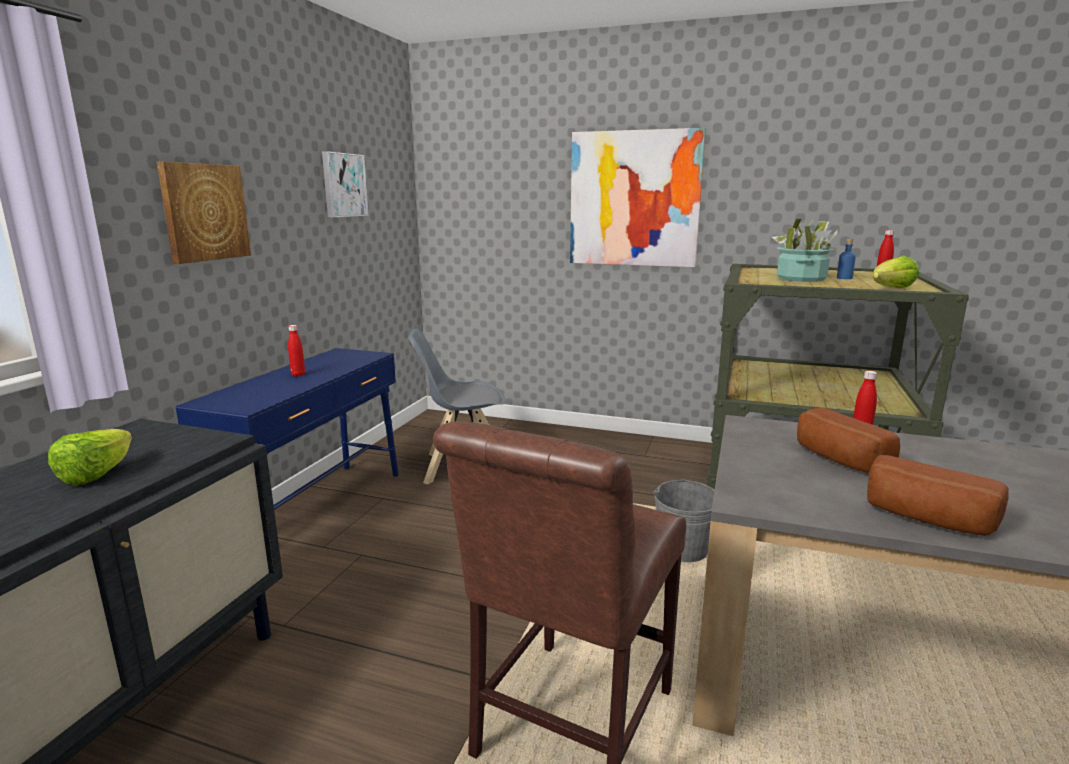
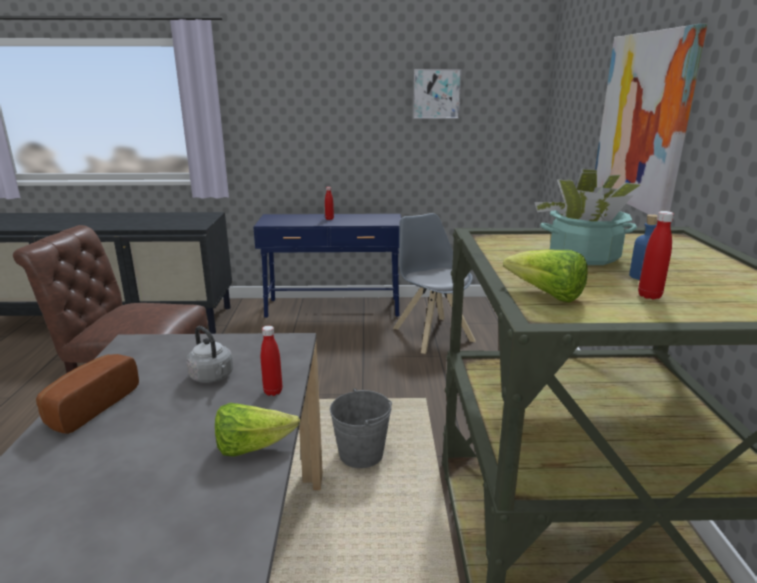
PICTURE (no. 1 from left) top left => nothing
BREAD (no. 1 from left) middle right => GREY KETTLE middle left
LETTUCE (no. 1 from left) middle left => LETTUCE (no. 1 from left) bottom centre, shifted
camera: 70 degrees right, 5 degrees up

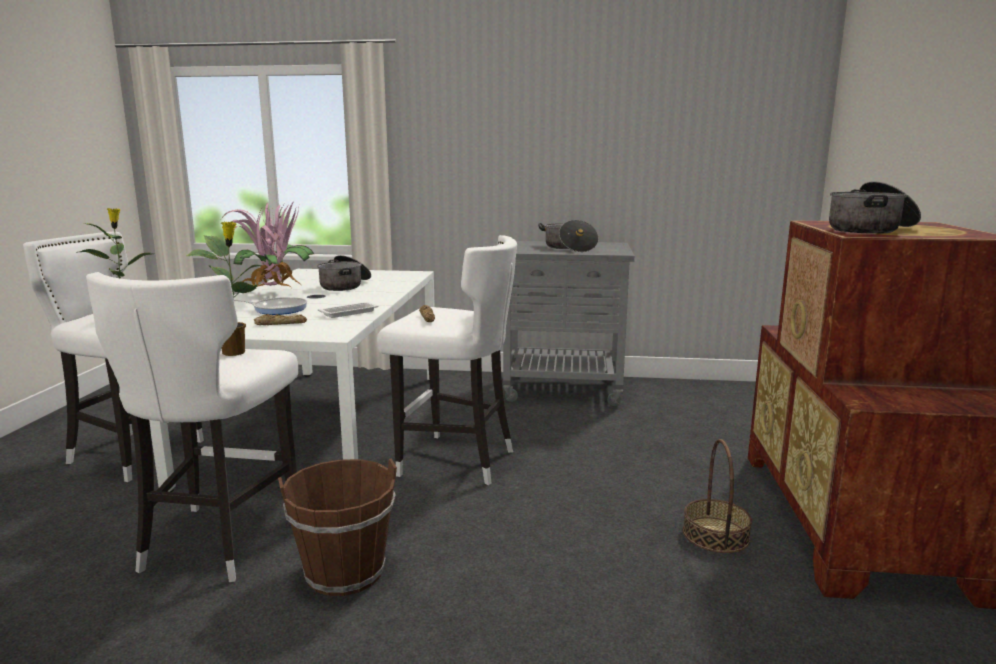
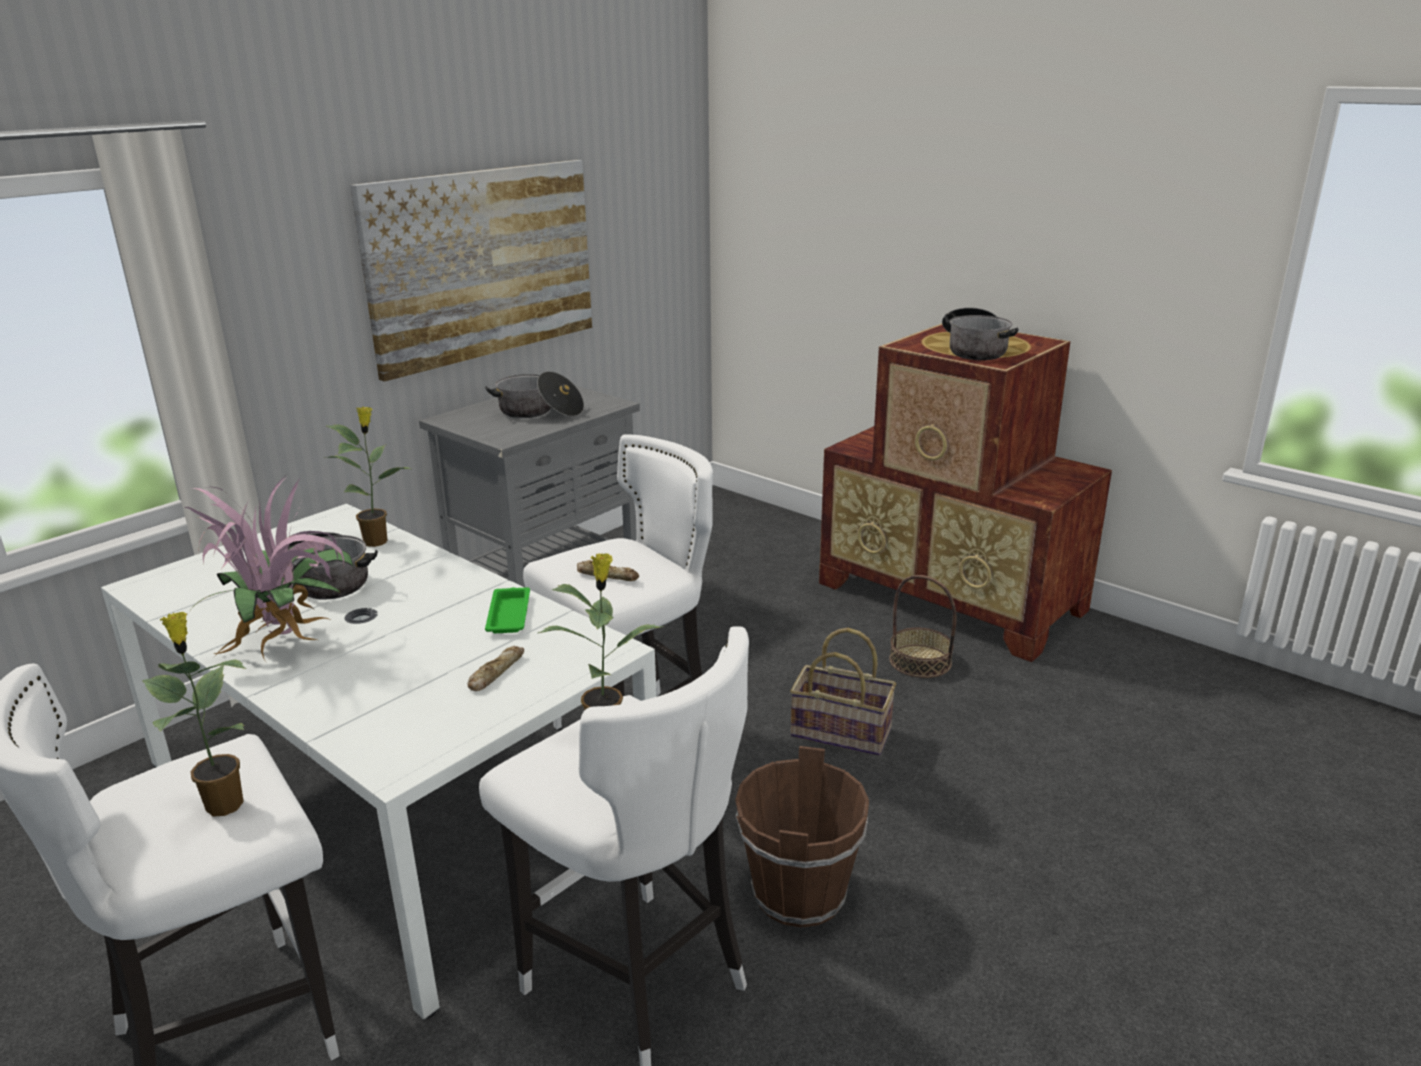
FRYING PAN middle left => nothing
WHITE TRAY centre => GREEN TRAY centre
nothing => PICTURE top left
nothing => POTTED PLANT (no. 3 from left) middle left
nothing => BASKET (no. 1 from left) centre
camera: 55 degrees left, 10 degrees up

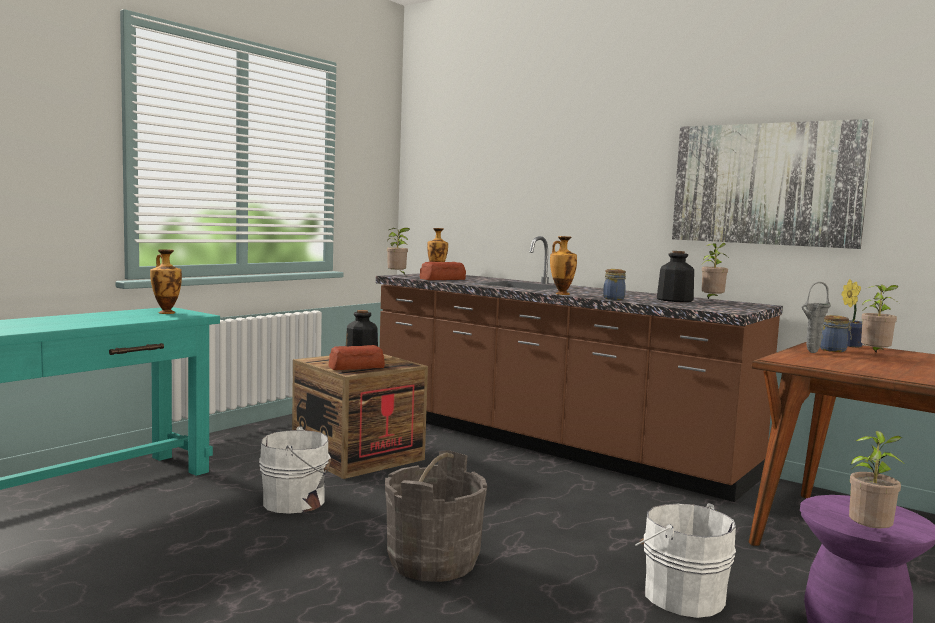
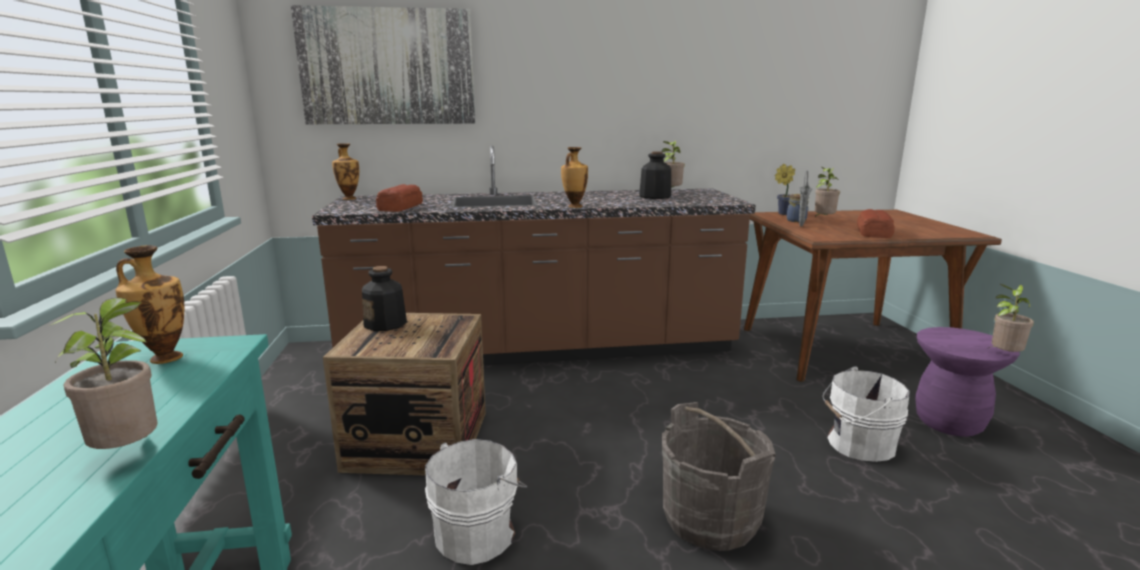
PICTURE top right => PICTURE top centre, shifted
POTTED PLANT (no. 1 from left) centre => POTTED PLANT (no. 1 from left) middle left, shifted
JAR (no. 1 from left) centre => nothing
BREAD (no. 1 from left in the first image) centre => BREAD (no. 2 from left) middle right, shifted
camera: 45 degrees left, 10 degrees up

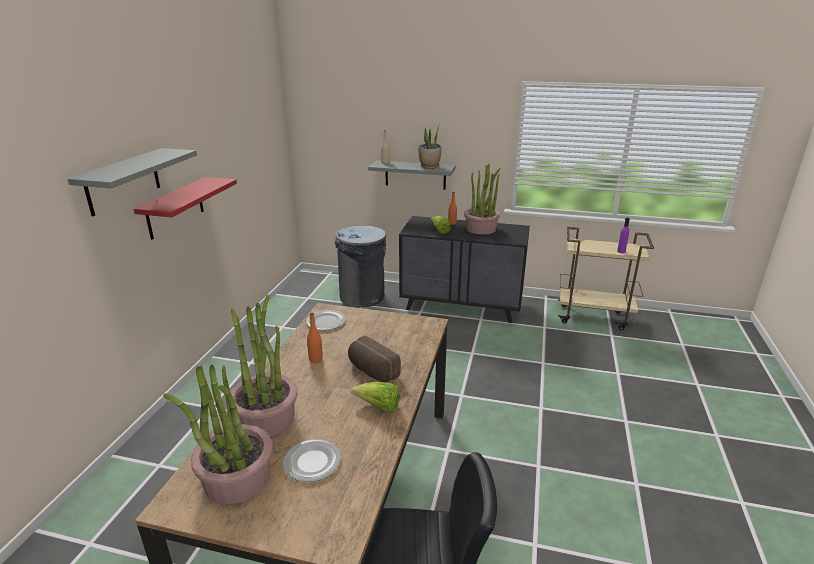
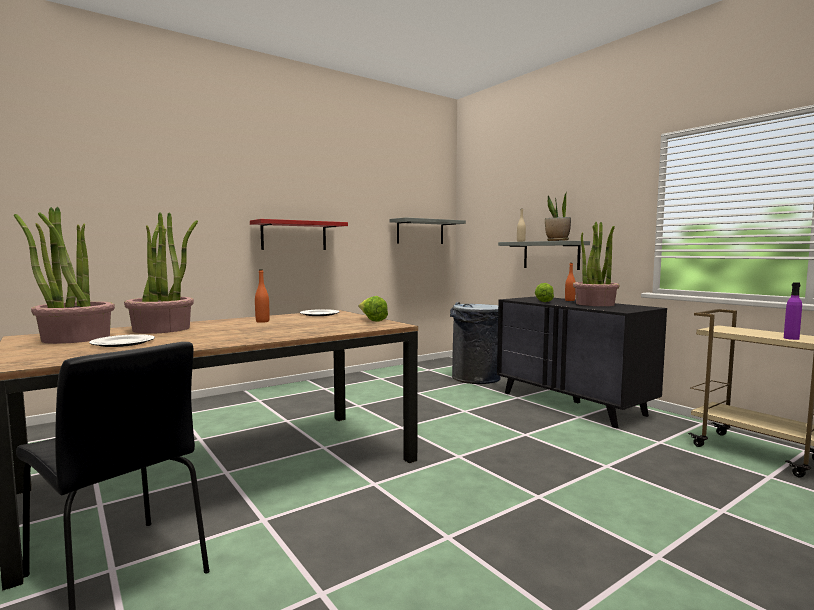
GREY SHELF (no. 1 from left) top left => GREY SHELF (no. 1 from left) centre, shifted
BREAD centre => nothing
LETTUCE (no. 1 from left) bottom centre => LETTUCE (no. 1 from left) centre, shifted
camera: 40 degrees right, 20 degrees down

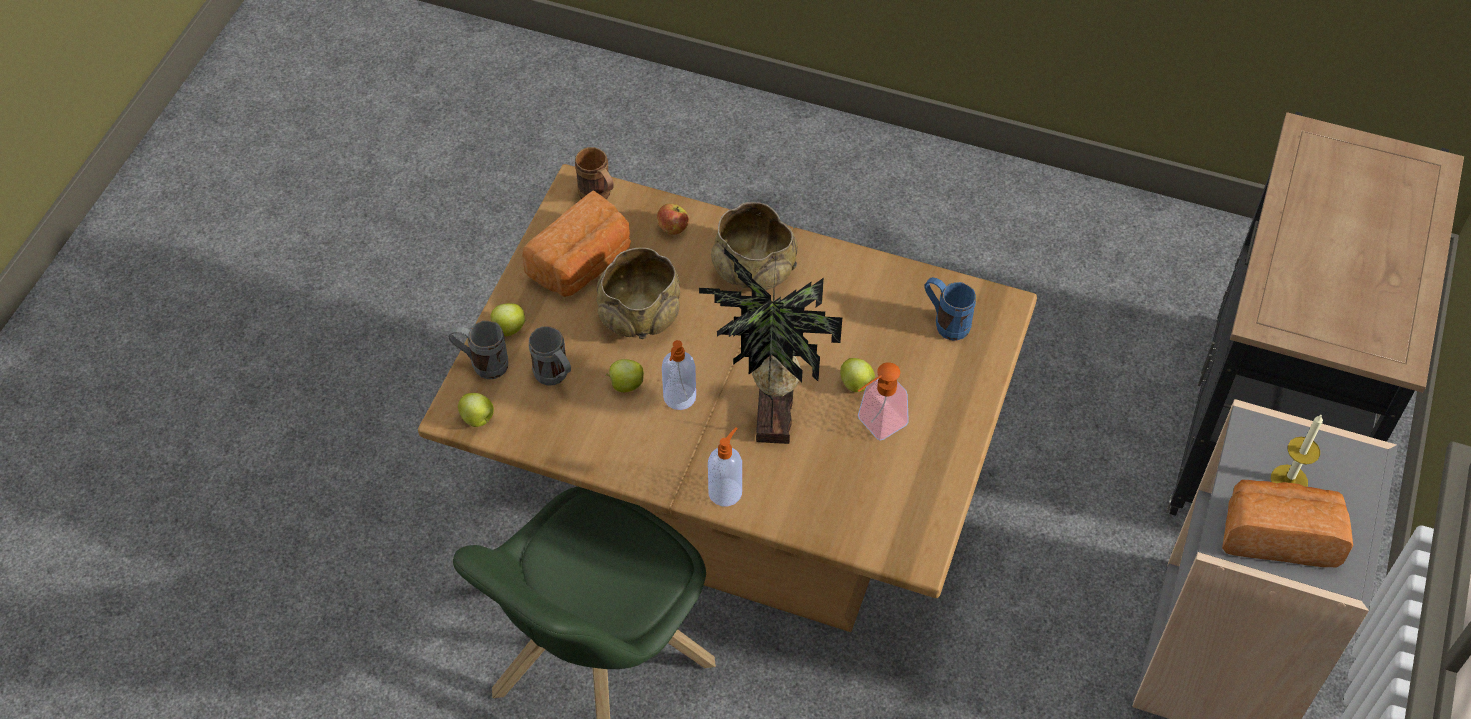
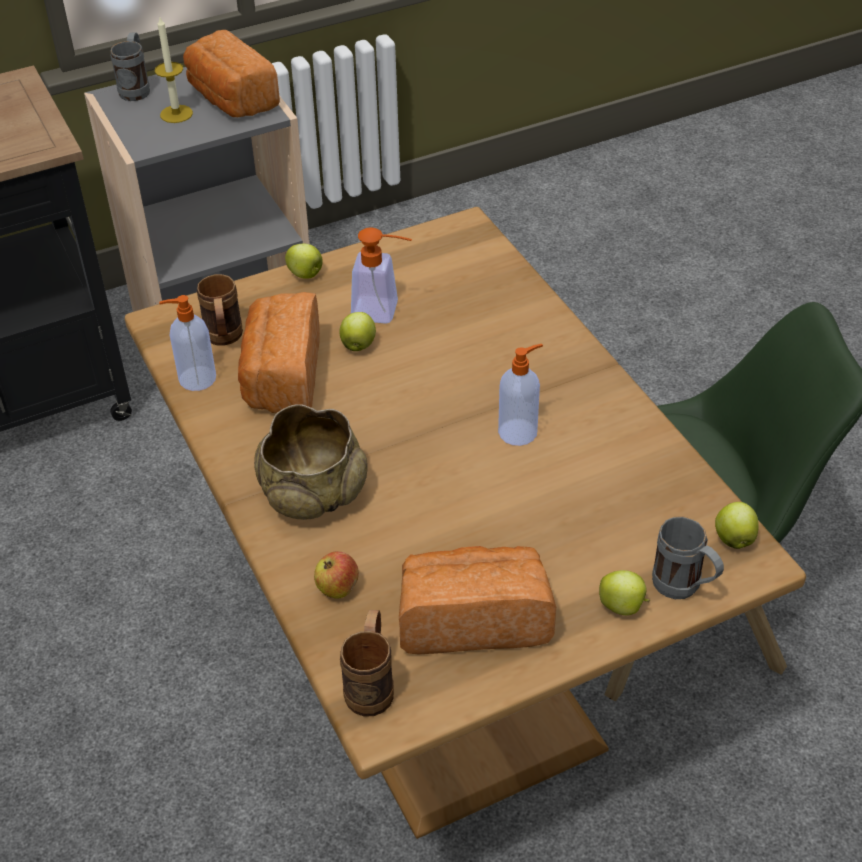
POTTED PLANT centre => nothing
BEIGE BOWL (no. 1 from left) centre => nothing
BLUE MUG centre => BROWN MUG (no. 1 from left) middle left
GREY MUG (no. 2 from left in the first image) centre => GREY MUG (no. 1 from left) top left, shifted
APPLE (no. 3 from left in the first image) centre => APPLE (no. 1 from left) top centre, shifted
SOAP DISPENSER (no. 2 from left in the first image) centre => SOAP DISPENSER (no. 1 from left) middle left, shifted
nothing => BREAD (no. 2 from left) middle left
camera: 135 degrees left, 10 degrees down

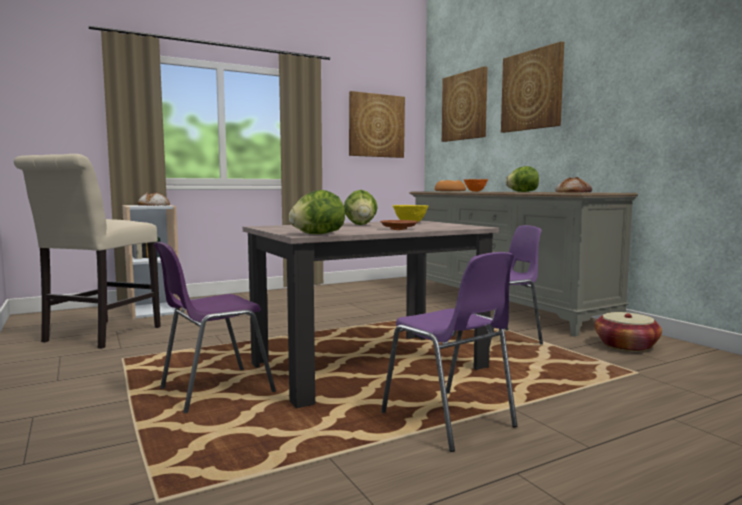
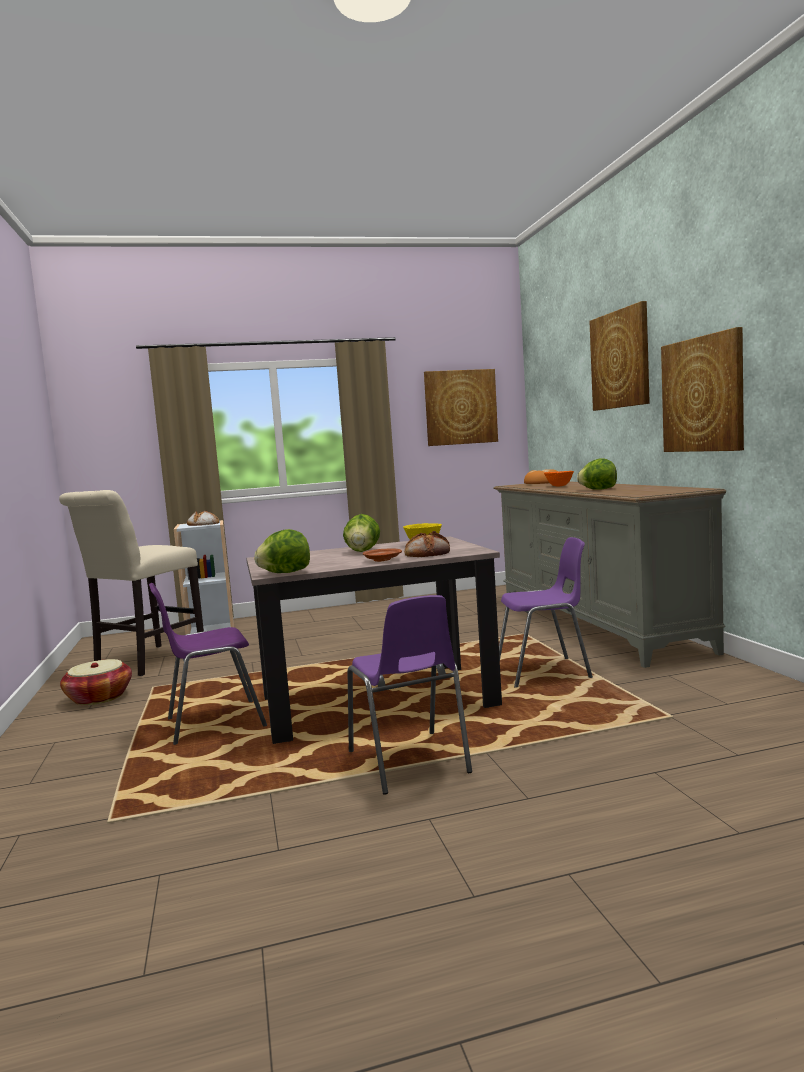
PICTURE (no. 2 from left in the first image) top centre => PICTURE (no. 3 from left) middle right, shifted
BREAD (no. 3 from left in the first image) middle right => BREAD (no. 2 from left) centre, shifted
BASKET middle right => BASKET middle left, shifted
camera: 15 degrees right, 0 degrees up

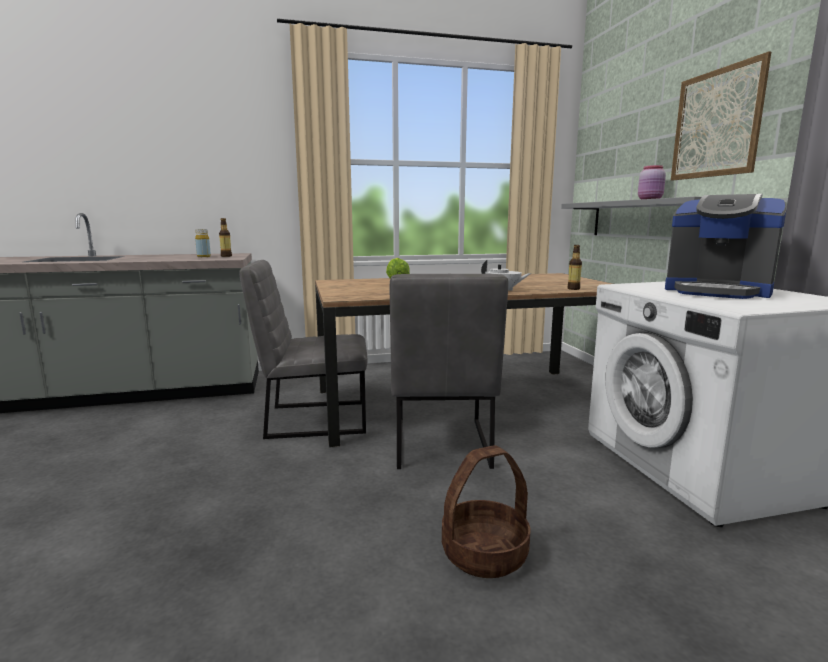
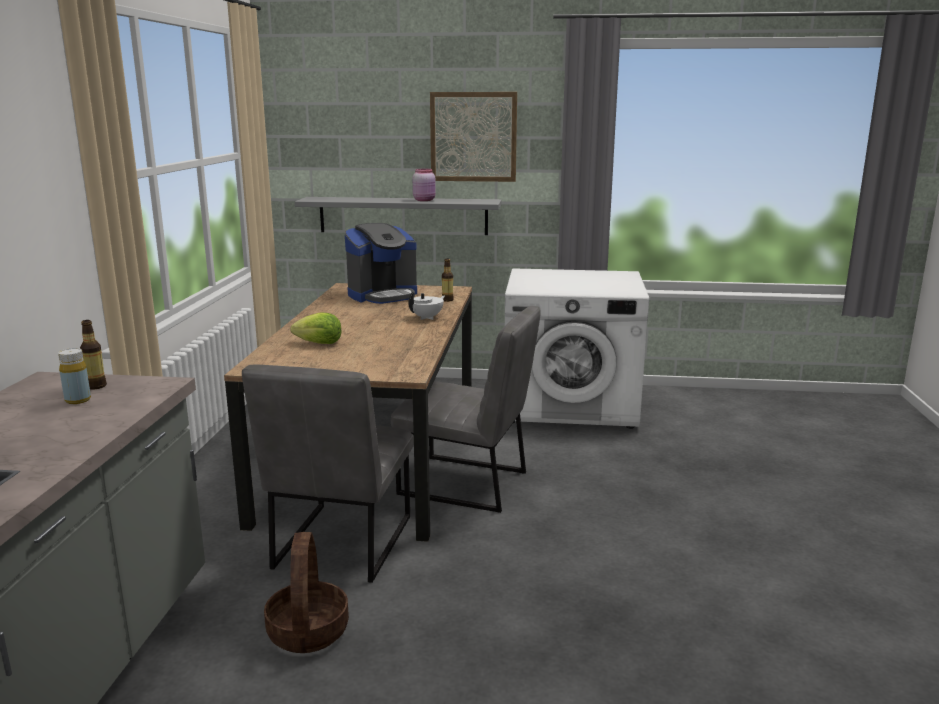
COFFEE MACHINE middle right => COFFEE MACHINE centre, shifted
BASKET bottom centre => BASKET bottom left, shifted
camera: 70 degrees left, 5 degrees up

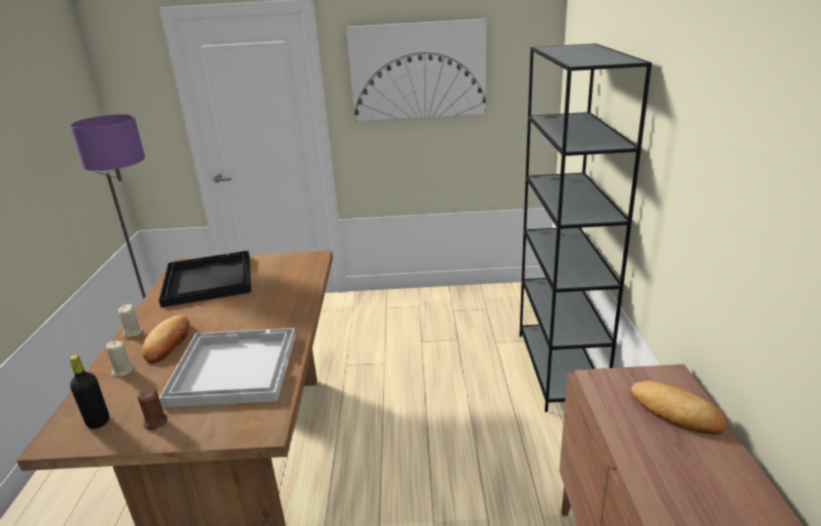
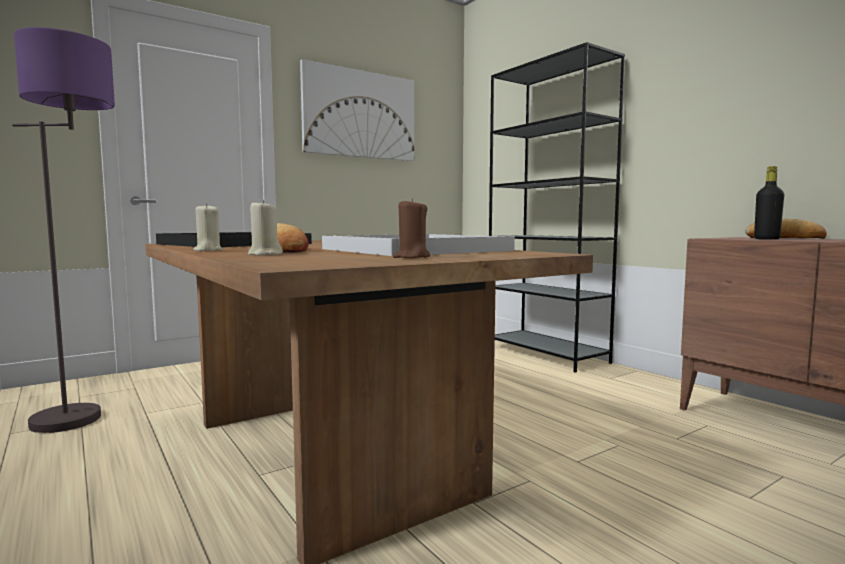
BLACK BOTTLE bottom left => BLACK BOTTLE middle right, shifted
camera: 35 degrees left, 20 degrees down

